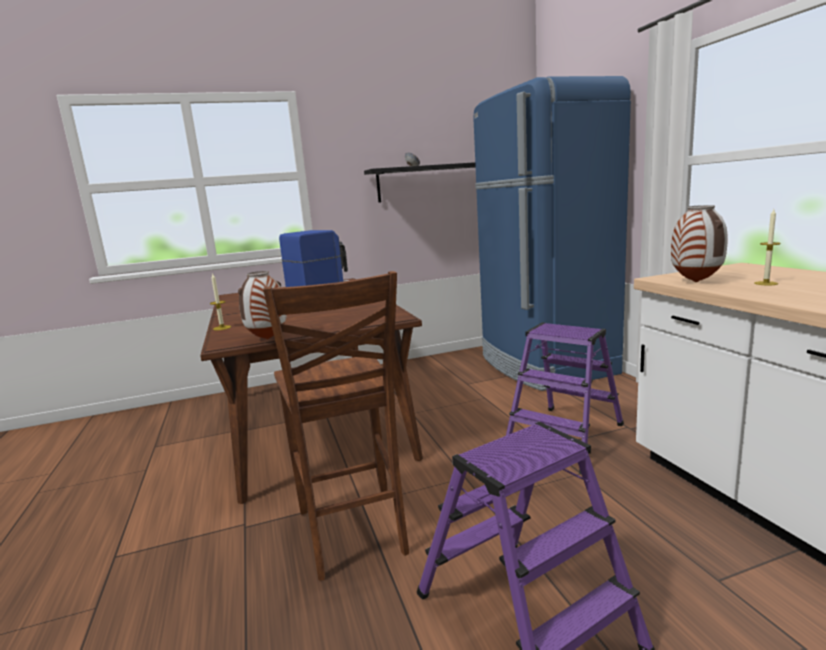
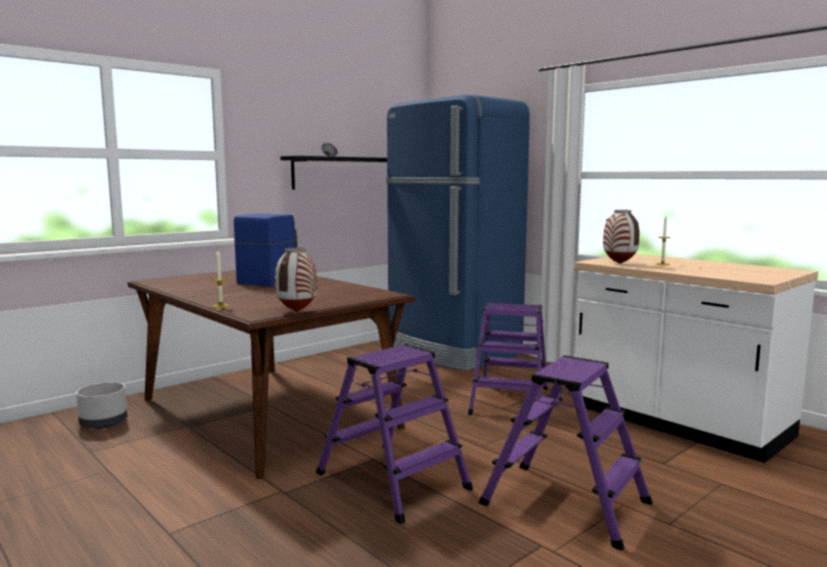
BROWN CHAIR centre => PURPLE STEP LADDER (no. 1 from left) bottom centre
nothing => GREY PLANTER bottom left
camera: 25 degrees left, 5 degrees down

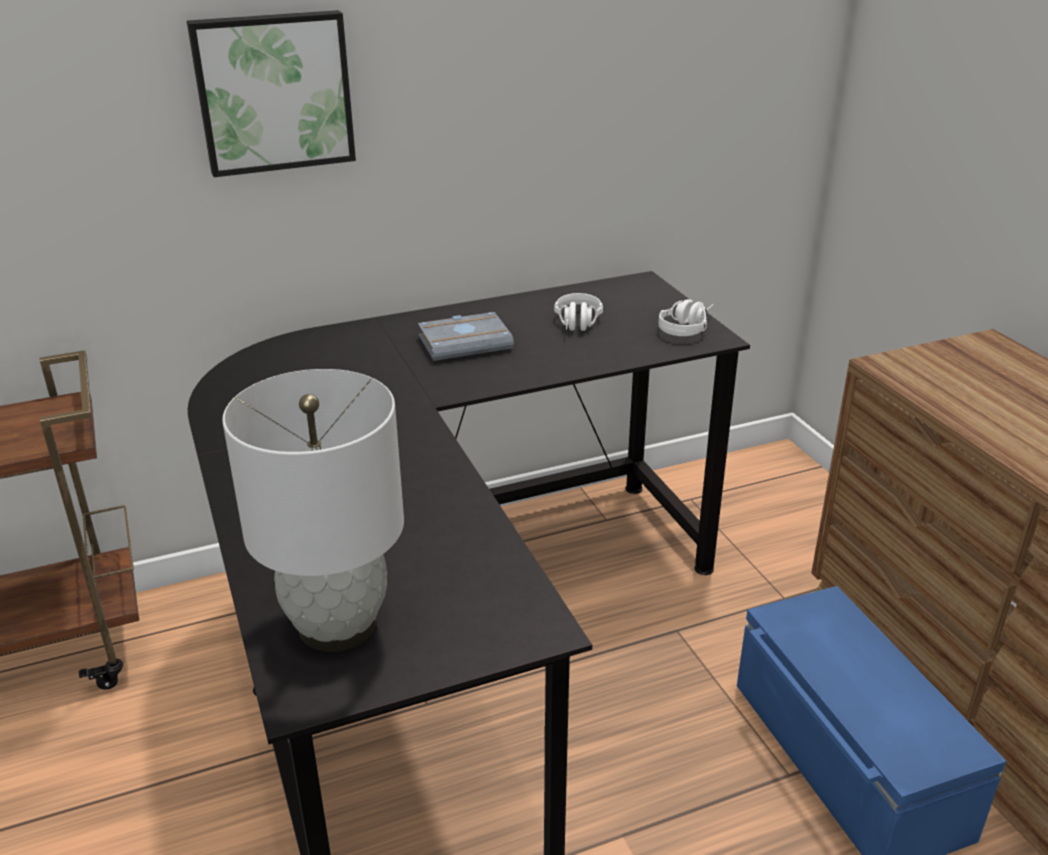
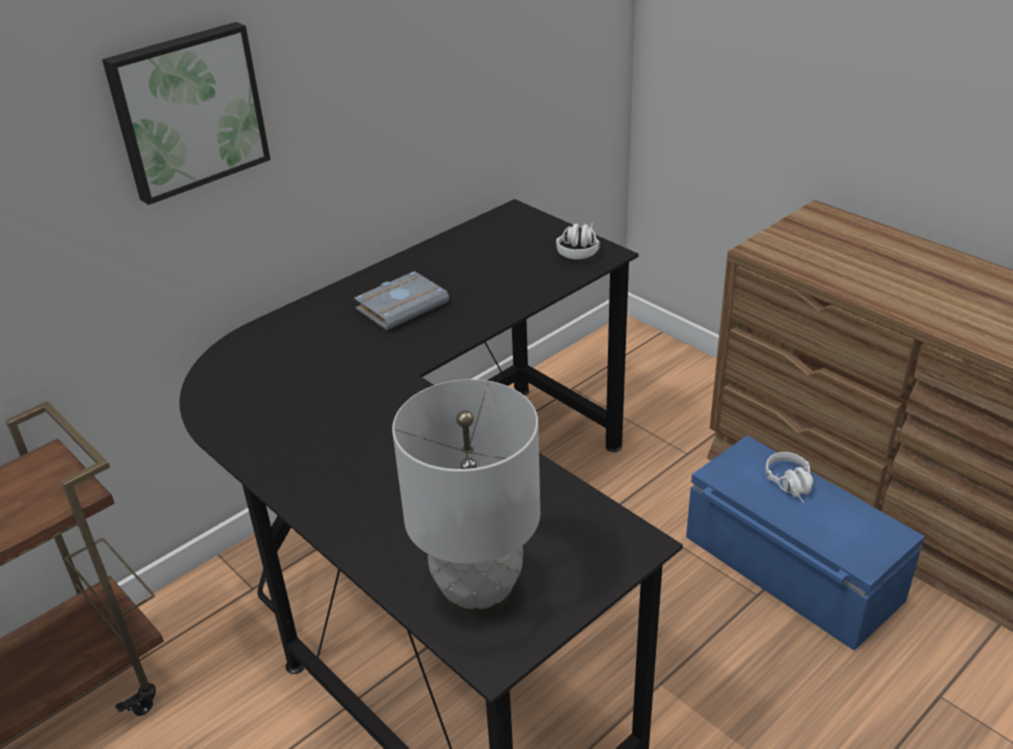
WHITE HEADPHONES (no. 1 from left in the first image) centre => WHITE HEADPHONES (no. 2 from left) middle right, shifted
camera: 20 degrees left, 5 degrees up

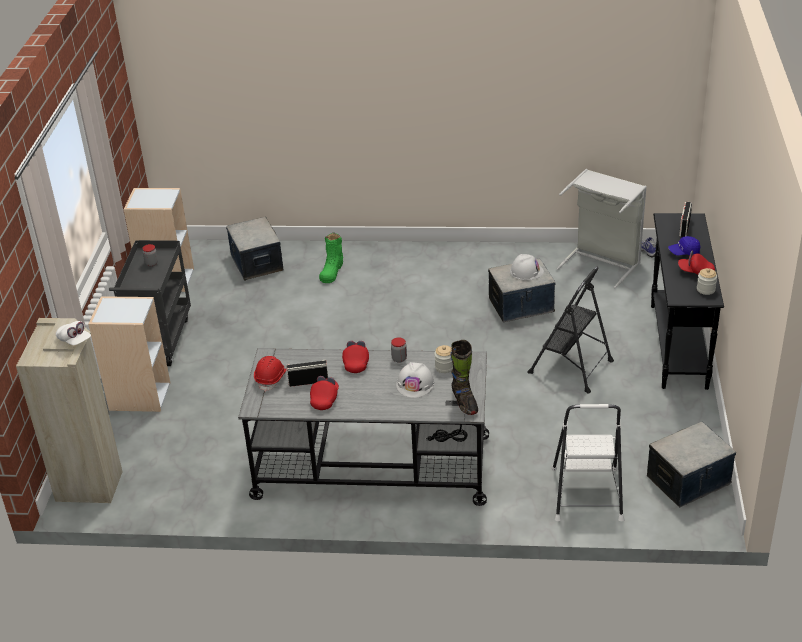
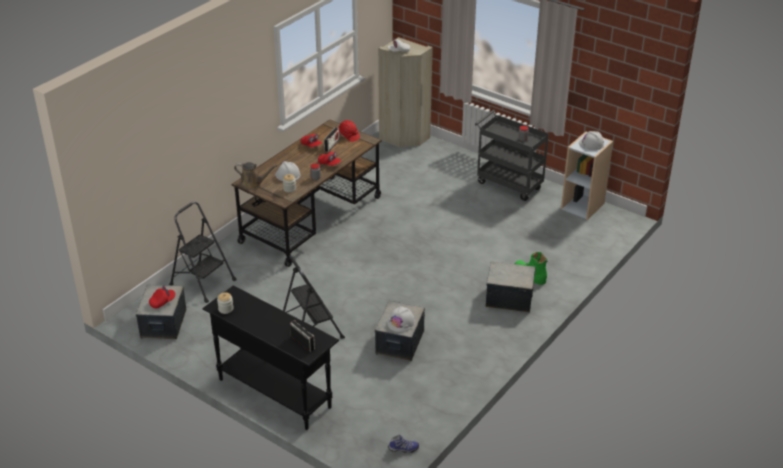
GREY LAUNDRY BASKET middle right => nothing
STORAGE BOX (no. 1 from left in the first image) middle left => STORAGE BOX (no. 3 from left) centre, shifted
BLUE CAP middle right => nothing
RED CAP (no. 3 from left in the first image) middle right => RED CAP (no. 1 from left) middle left, shifted
BOOKCASE (no. 1 from left) middle left => nothing
BLACK BOOT centre => BROWN WATERING CAN middle left
GREY DESK centre => BROWN DESK centre
WHITE STEP LADDER bottom right => BLACK STEP LADDER (no. 1 from left) middle left
nothing => WHITE HARD HAT (no. 3 from left) top right
camera: 120 degrees right, 0 degrees up

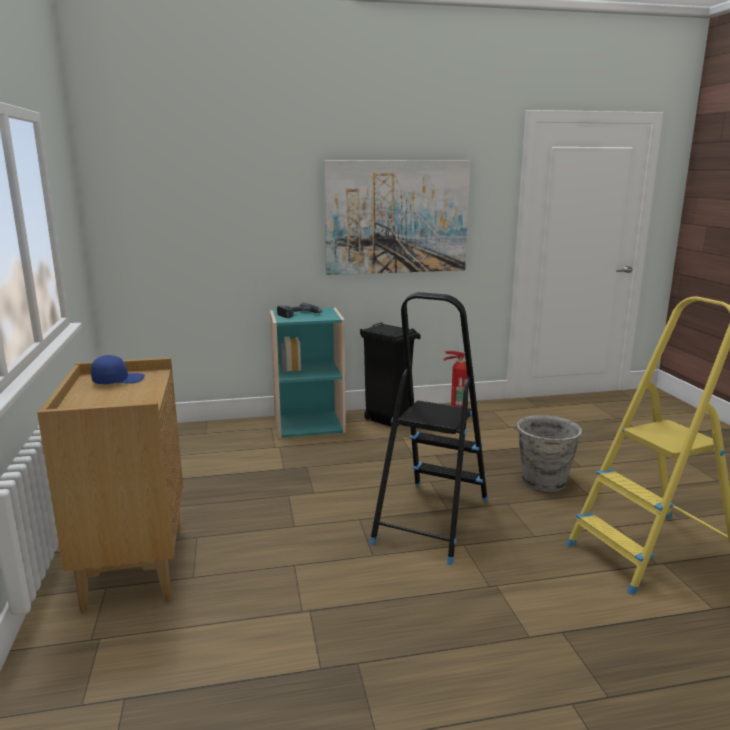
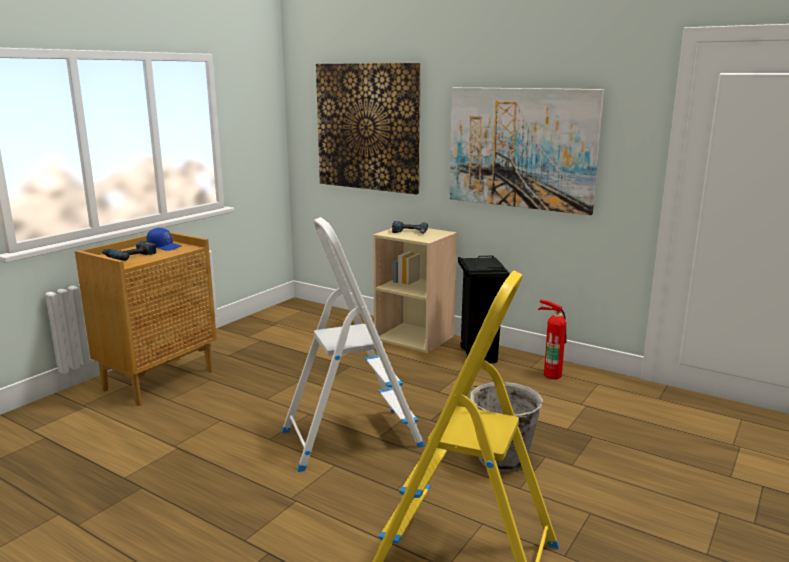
BLACK STEP LADDER centre => WHITE STEP LADDER centre
TURQUOISE BOOKCASE centre => BEIGE BOOKCASE centre
nothing => PICTURE (no. 1 from left) top centre
nothing => POWER DRILL (no. 1 from left) middle left
camera: 45 degrees right, 0 degrees up

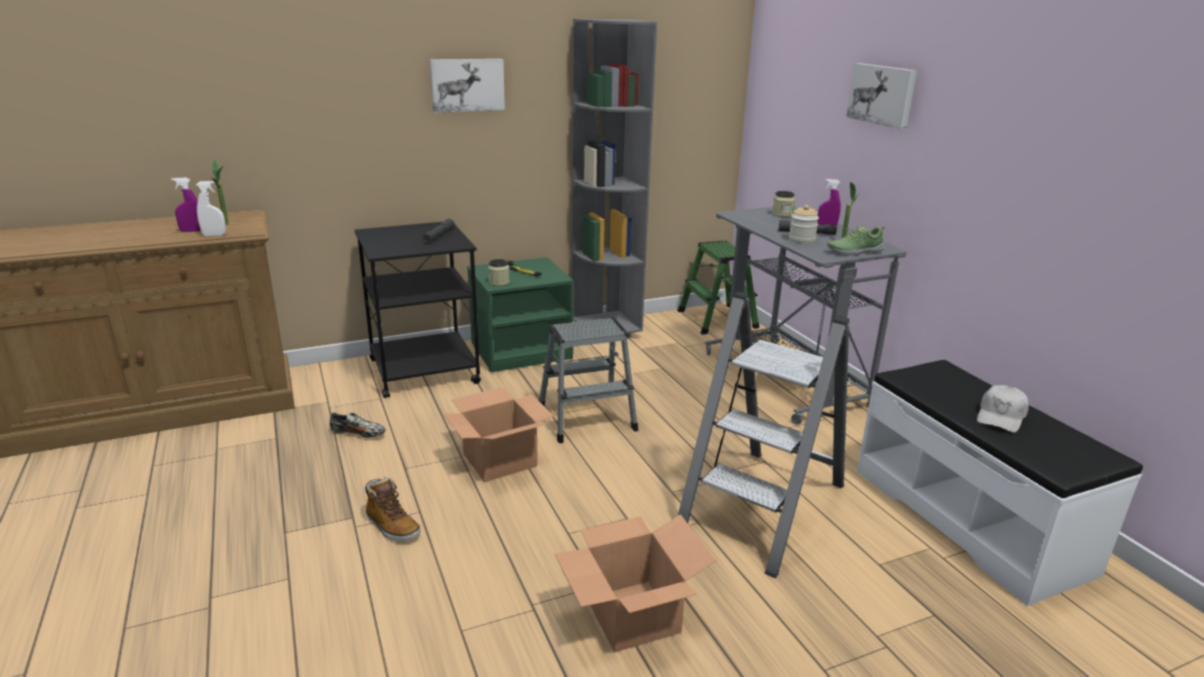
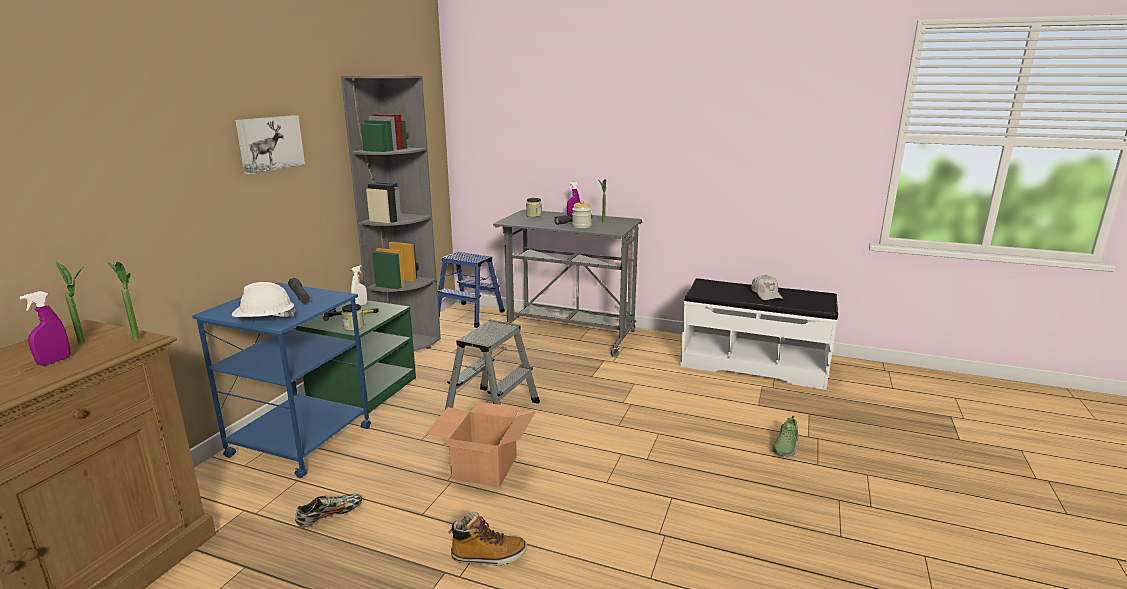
PICTURE (no. 2 from left) top right => nothing
WHITE SPRAY BOTTLE top left => WHITE SPRAY BOTTLE middle left, shifted
BLACK CART centre => BLUE CART middle left
SHOE (no. 2 from left) middle right => SHOE (no. 2 from left) bottom right, shifted
GREEN STEP LADDER centre => BLUE STEP LADDER centre
GREY STEP LADDER (no. 2 from left) centre => nothing
CARDBOARD BOX (no. 2 from left) bottom centre => nothing
nothing => POTTED PLANT (no. 2 from left) middle left
nothing => WHITE HARD HAT middle left
camera: 45 degrees left, 5 degrees down

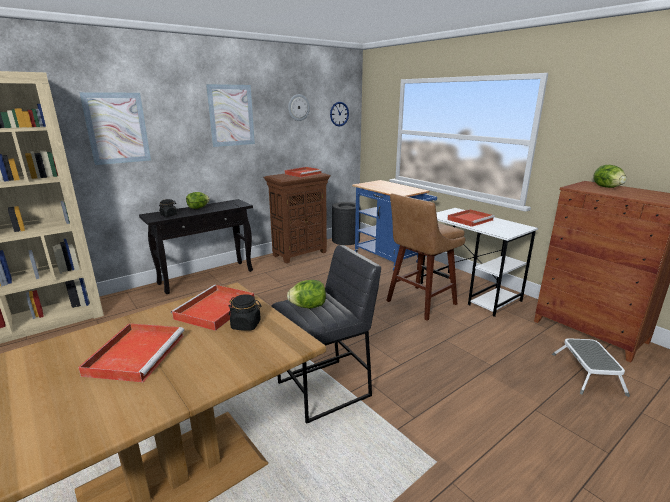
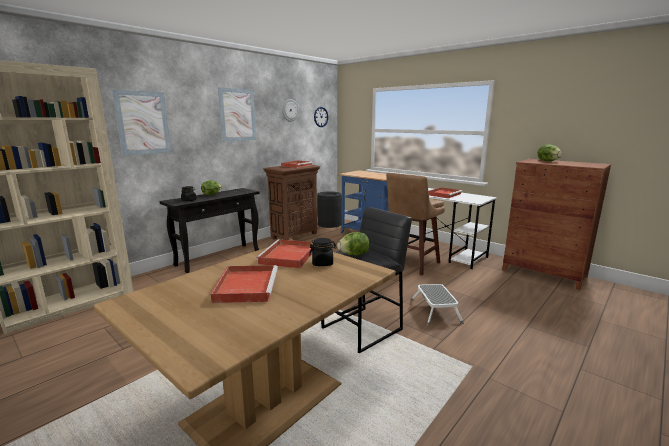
GREY STEP LADDER bottom right => GREY STEP LADDER bottom centre, shifted
camera: 10 degrees left, 5 degrees down

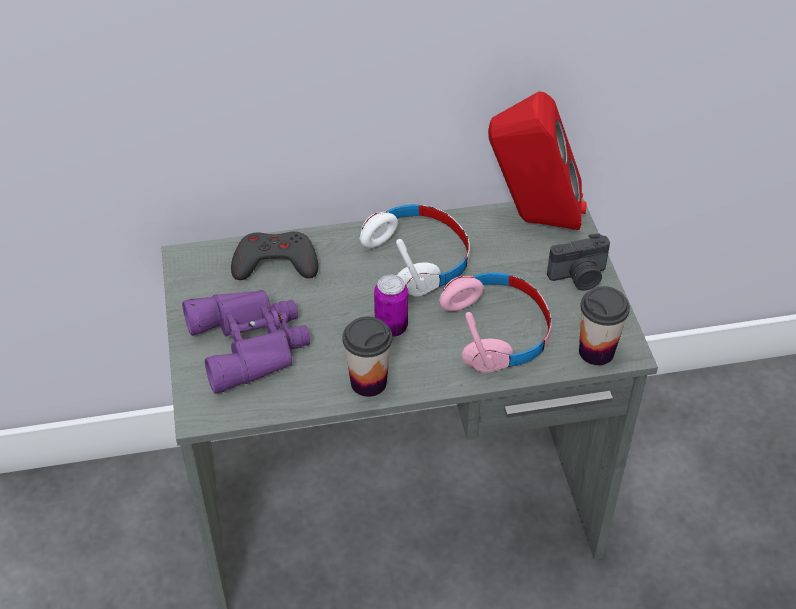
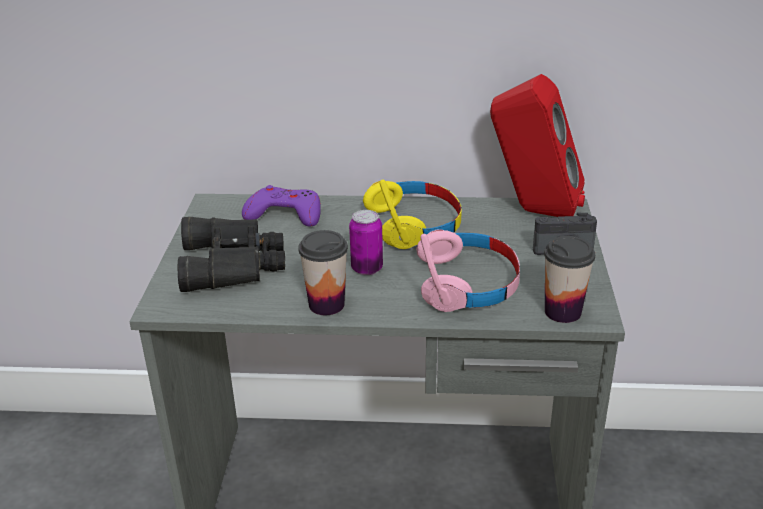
WHITE HEADPHONES centre => YELLOW HEADPHONES centre
GREY GAME CONTROLLER centre => PURPLE GAME CONTROLLER centre
PURPLE BINOCULARS middle left => BLACK BINOCULARS middle left
camera: 15 degrees right, 15 degrees down

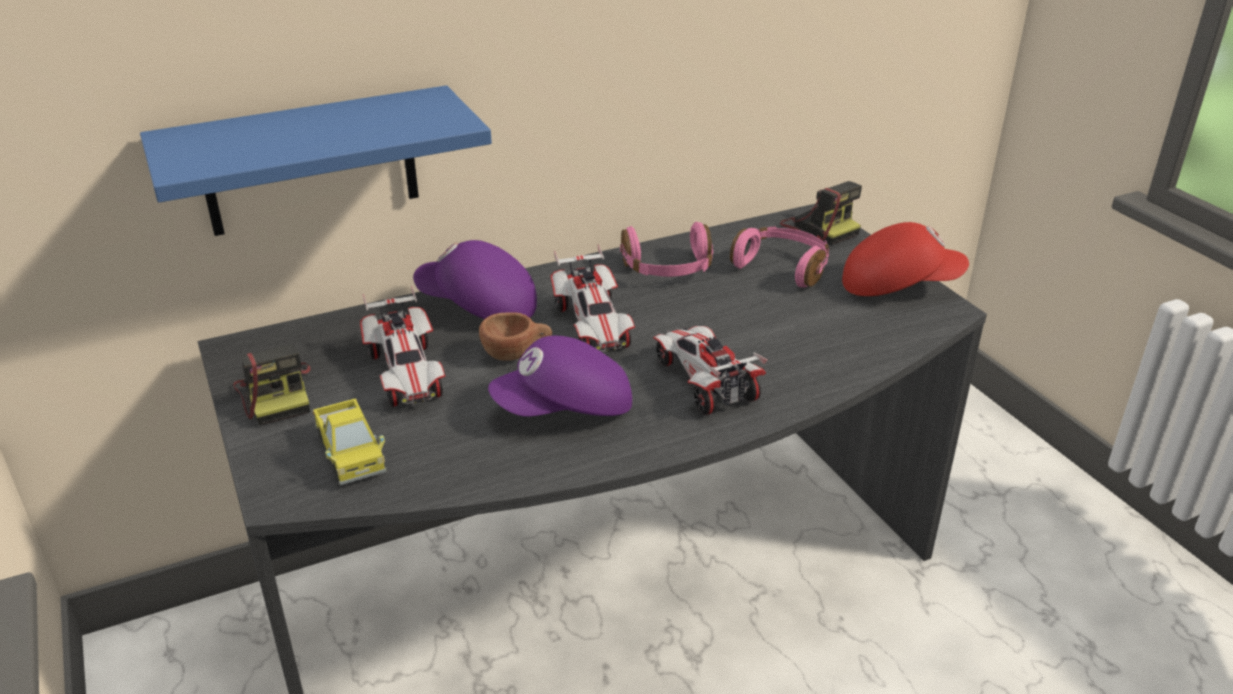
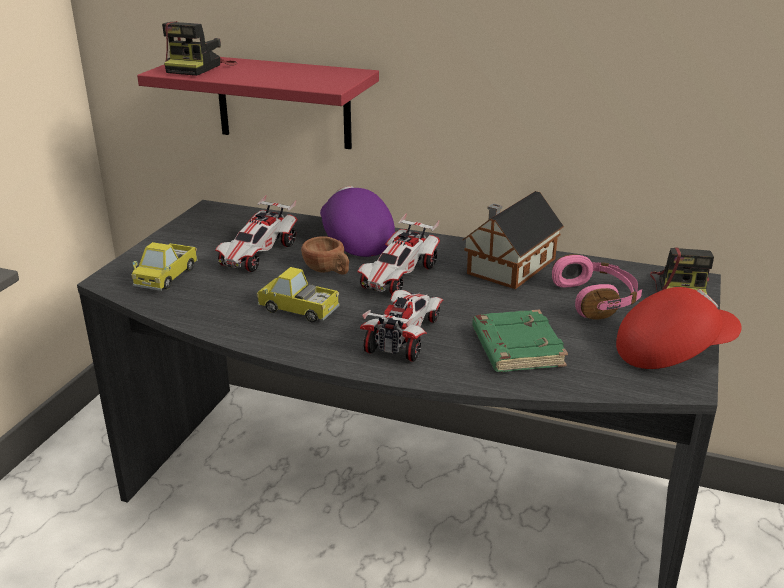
BLUE SHELF top left => RED SHELF top left
PINK HEADPHONES (no. 1 from left) centre => TOY HOUSE centre
RED CAP middle right, 60 degrees counterclockwise
PURPLE CAP (no. 2 from left) centre => TOY TRUCK (no. 2 from left) centre
PHOTO CAMERA (no. 1 from left) middle left => PHOTO CAMERA (no. 1 from left) top left, shifted
nothing => GREEN BOOK centre
camera: 45 degrees right, 5 degrees down

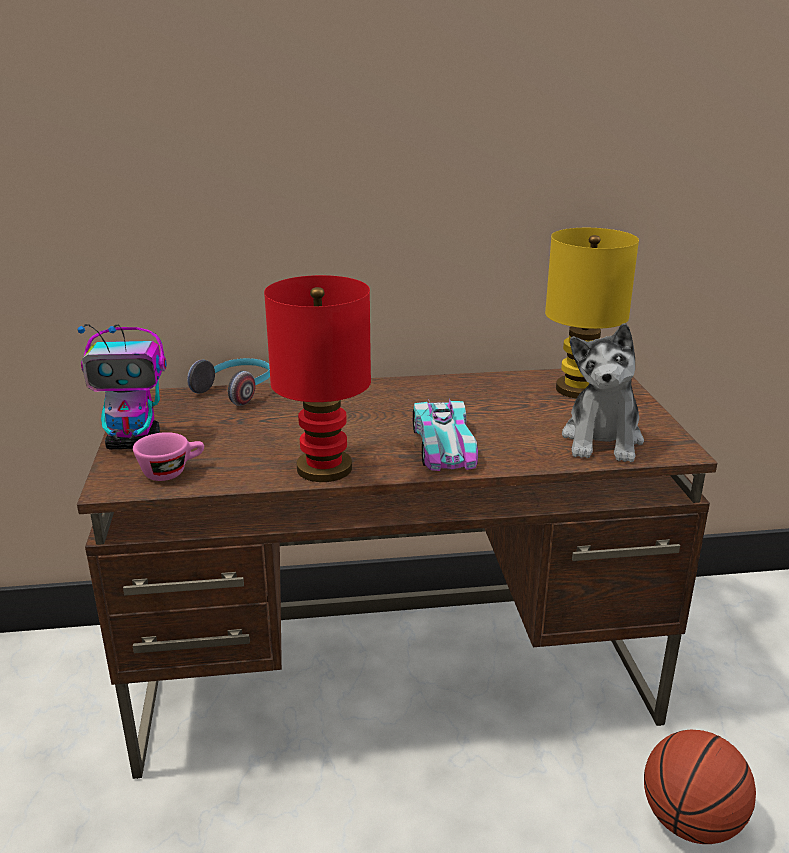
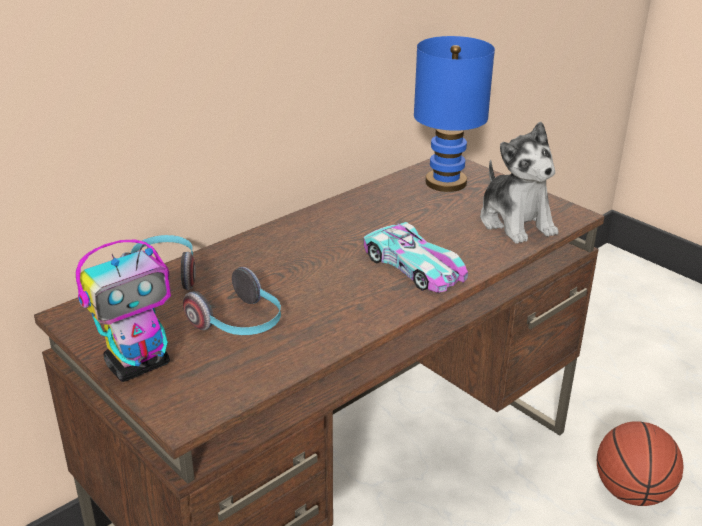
YELLOW TABLE LAMP middle right => BLUE TABLE LAMP top centre
RED TABLE LAMP centre => nothing
PINK CUP middle left => nothing
nothing => HEADPHONES (no. 2 from left) middle left
camera: 35 degrees left, 5 degrees up

